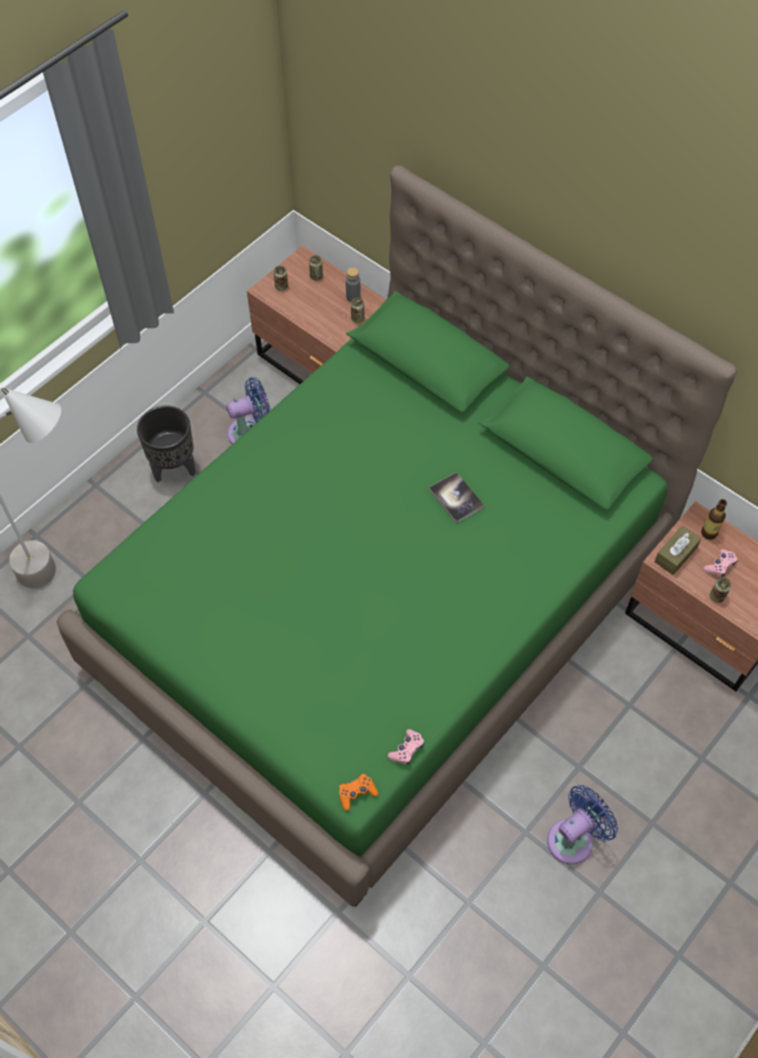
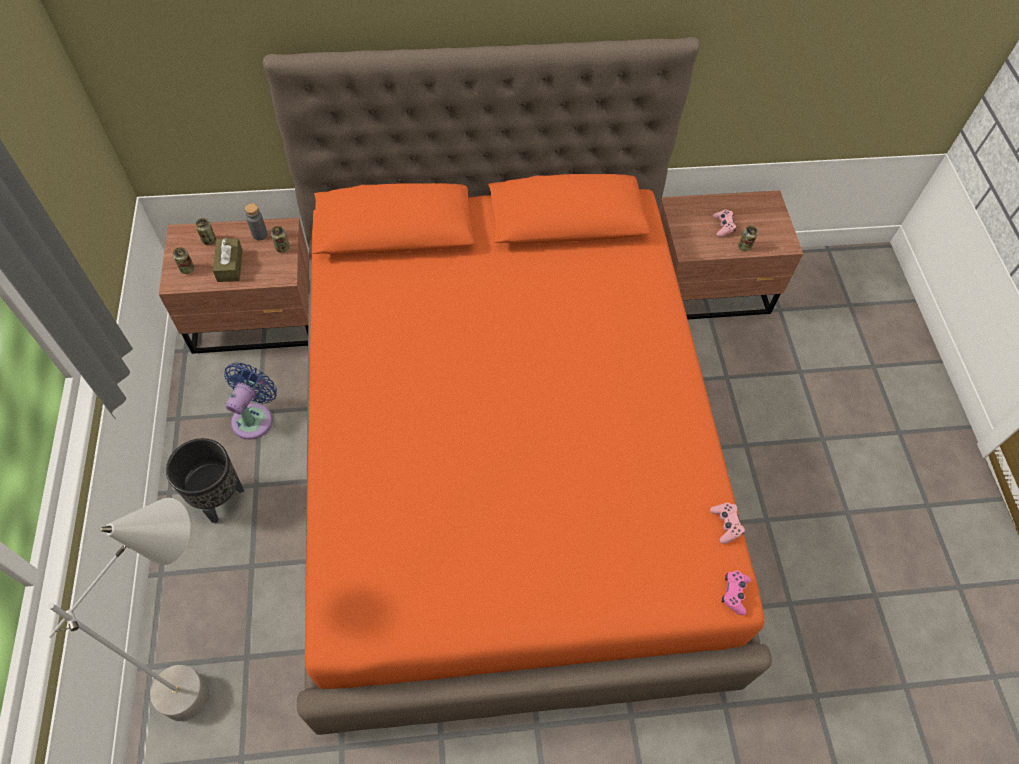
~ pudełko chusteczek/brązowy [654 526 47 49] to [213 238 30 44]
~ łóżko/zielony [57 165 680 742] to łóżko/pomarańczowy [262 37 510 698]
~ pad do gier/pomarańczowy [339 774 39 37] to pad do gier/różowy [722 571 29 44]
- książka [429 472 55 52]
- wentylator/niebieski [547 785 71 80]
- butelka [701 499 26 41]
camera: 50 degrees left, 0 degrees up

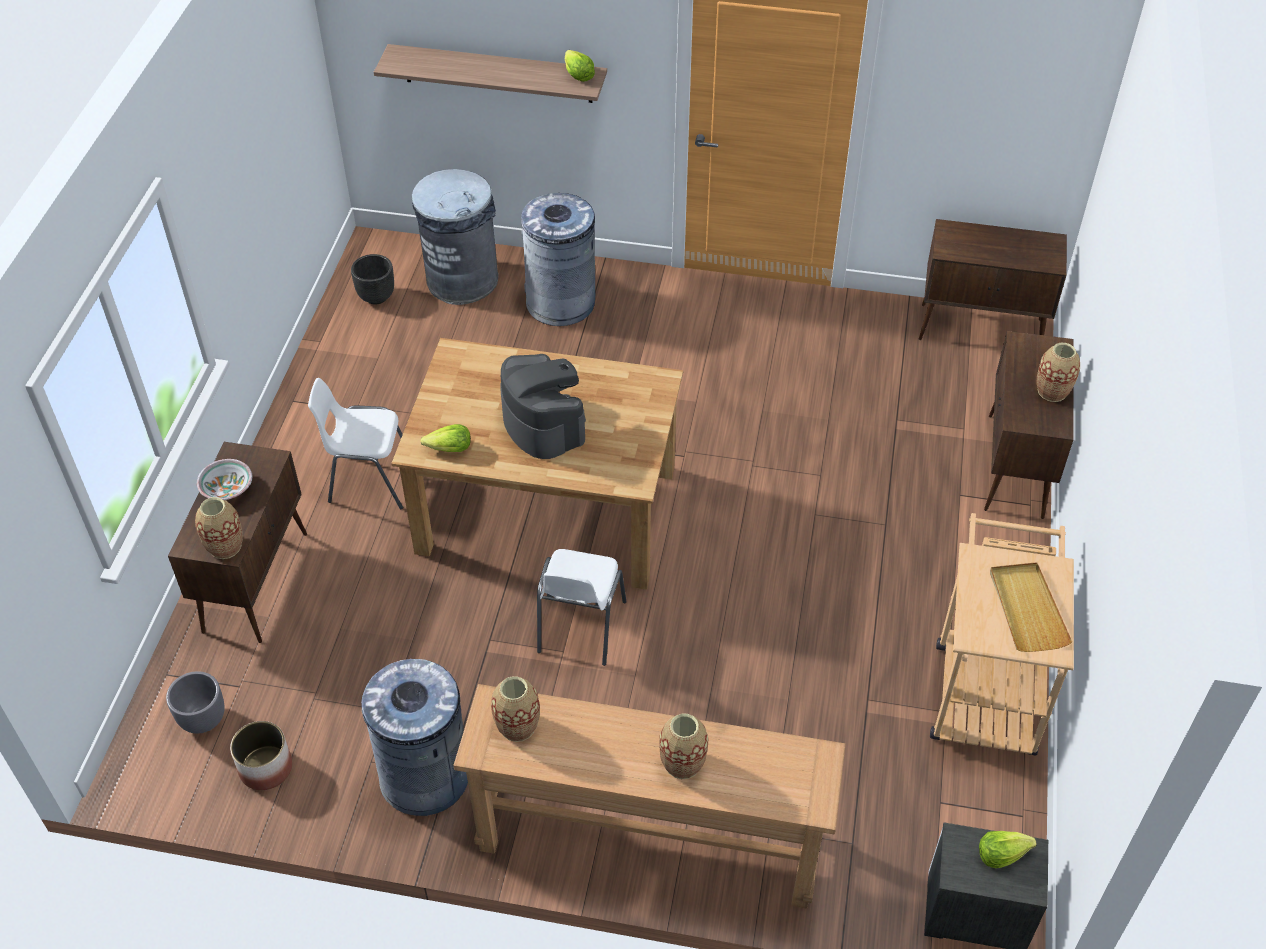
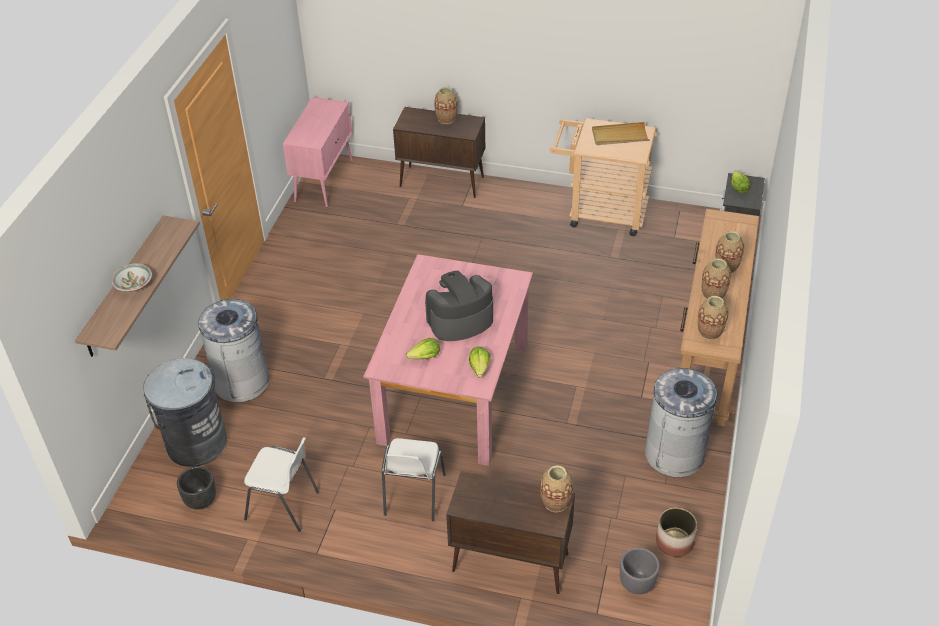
~ miska [197 459 55 41] to [111 263 41 29]
~ krzesło/biały [537 549 89 117] to [244 437 75 95]
~ szafka/brązowy [919 219 148 121] to szafka/różowy [283 97 70 110]
~ stół jadalny/brązowy [391 338 292 252] to stół jadalny/różowy [363 254 170 212]
~ sałata [565 50 30 32] to [406 338 34 22]
+ wazon [702 258 29 41]
camera: 85 degrees left, 5 degrees down

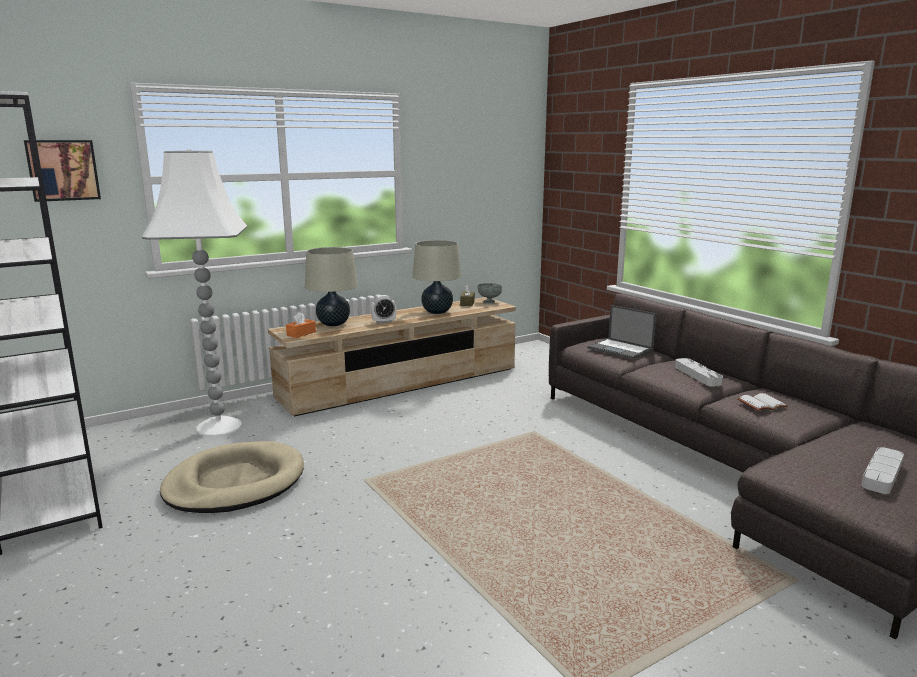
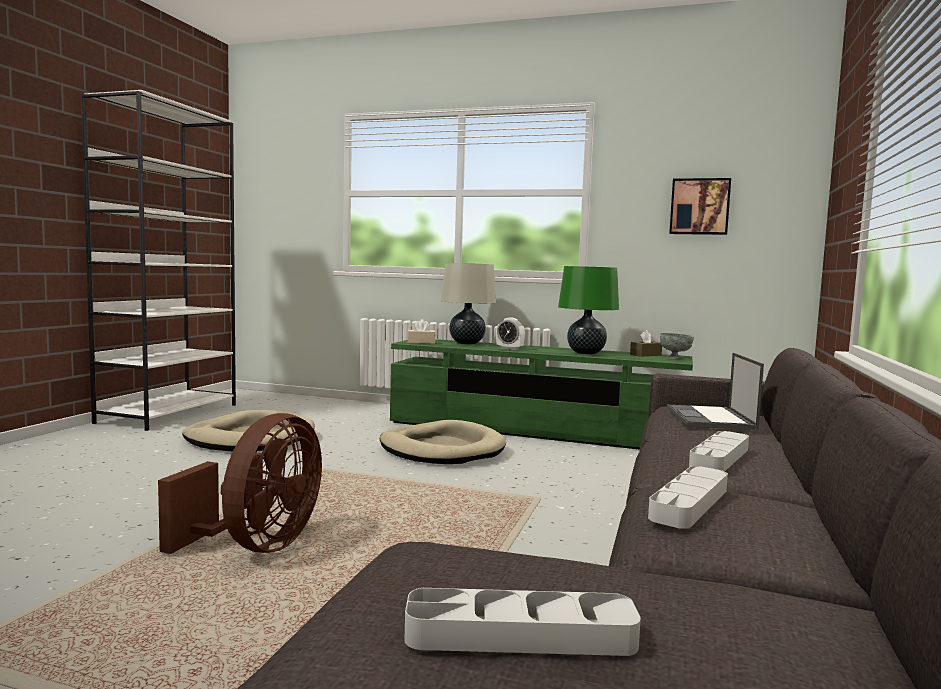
+ wentylator/brązowy [158 413 164 141]
+ legowisko/beżowy [380 420 126 44]
~ szafka pod telewizor/beżowy [268 297 248 119] to szafka pod telewizor/zielony [390 339 303 111]
~ pudełko chusteczek/pomarańczowy [286 312 30 26] to pudełko chusteczek/beżowy [408 319 28 25]
~ lampa stołowa/beżowy [413 240 48 74] to lampa stołowa/zielony [558 266 61 88]
~ książka/biały [737 393 51 18] to taca/szary [648 466 80 63]
~ obraz [24 140 77 62] to [669 178 62 57]
- lampa stojąca/biały [142 149 105 288]
camera: 50 degrees right, 10 degrees down

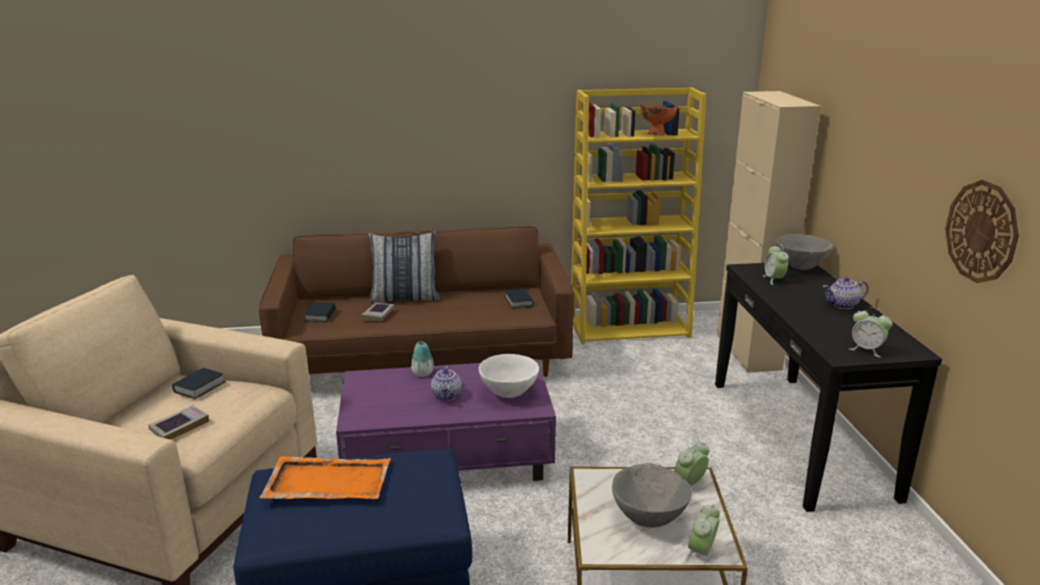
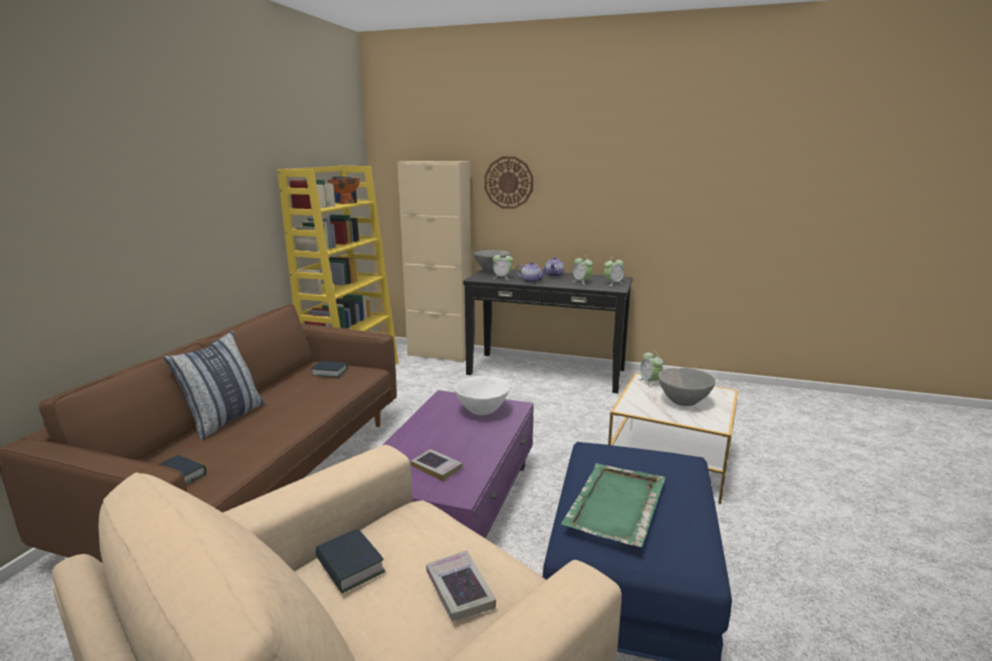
~ książka [362 303 33 18] to [411 449 52 32]
~ zegar ścienny [945 180 74 103] to [484 156 49 53]
~ imbryk [431 365 31 36] to [516 262 32 21]
~ taca/pomarańczowy [259 456 132 43] to taca/zielony [561 463 104 84]
~ budzik [686 504 34 57] to [573 255 20 29]
- wazon [411 342 23 35]
camera: 65 degrees left, 5 degrees down

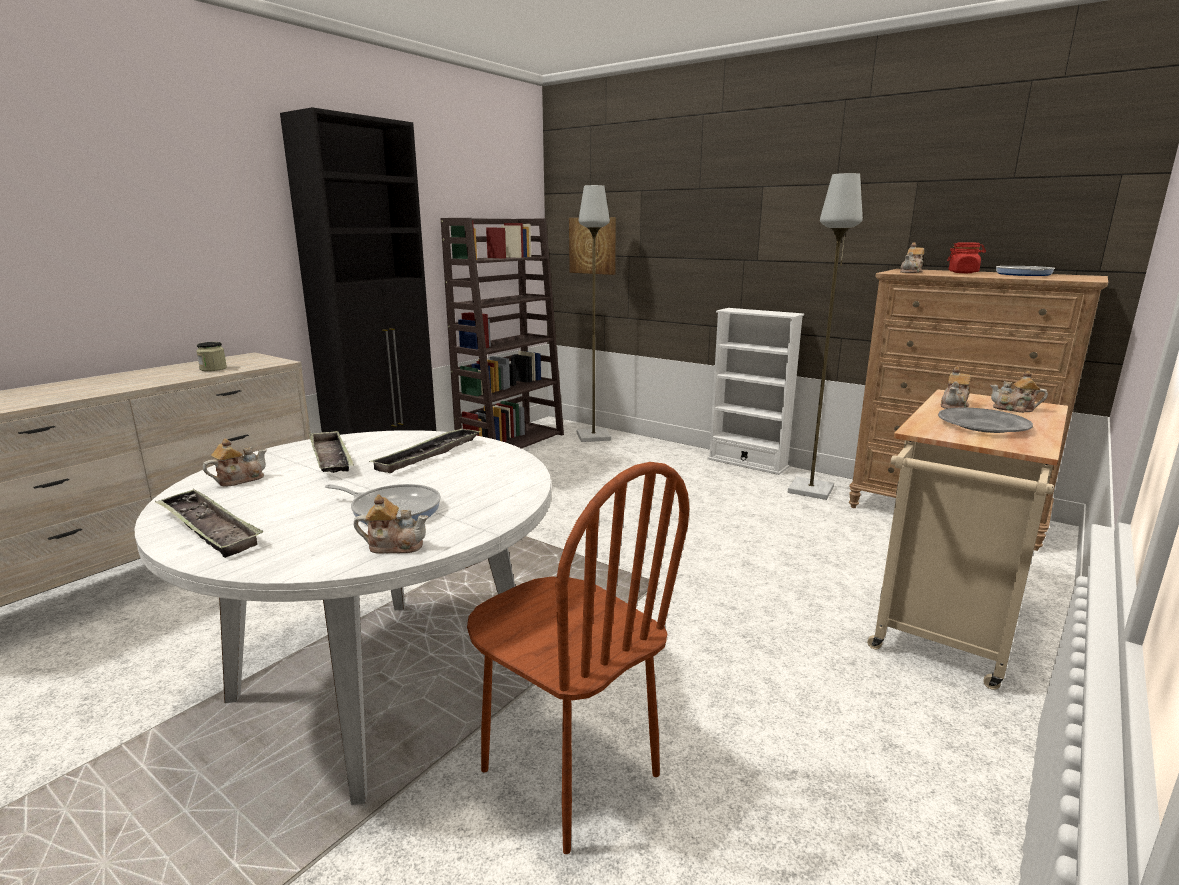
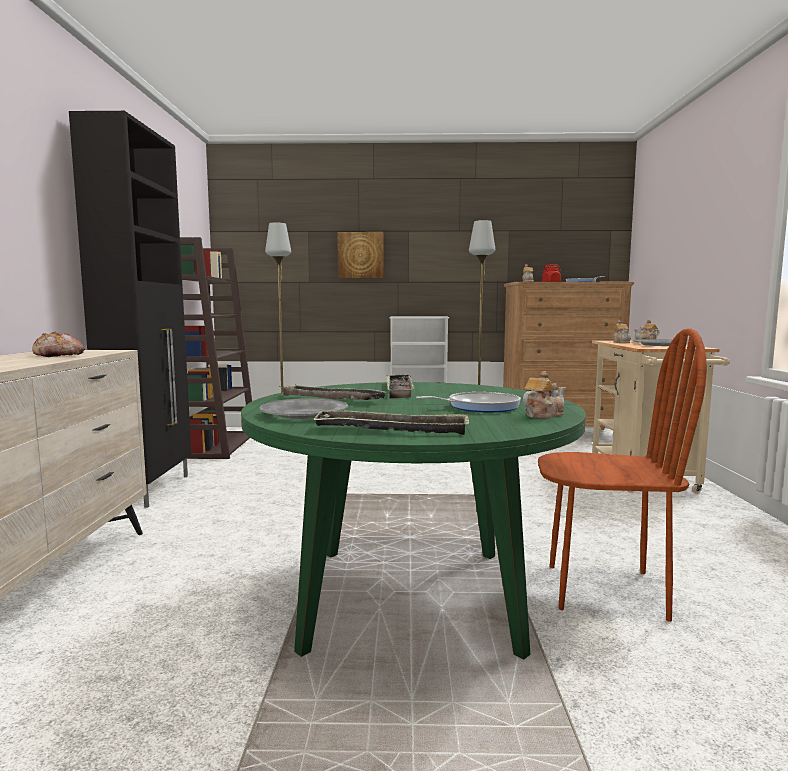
~ słoik [196 342 31 29] to chleb [32 332 53 25]
~ stół jadalny/biały [134 430 417 375] to stół jadalny/zielony [241 382 345 278]
~ imbryk [203 439 64 48] to talerz/szary [260 398 88 21]
~ obraz [569 217 47 58] to [337 232 47 47]
camera: 35 degrees left, 10 degrees down

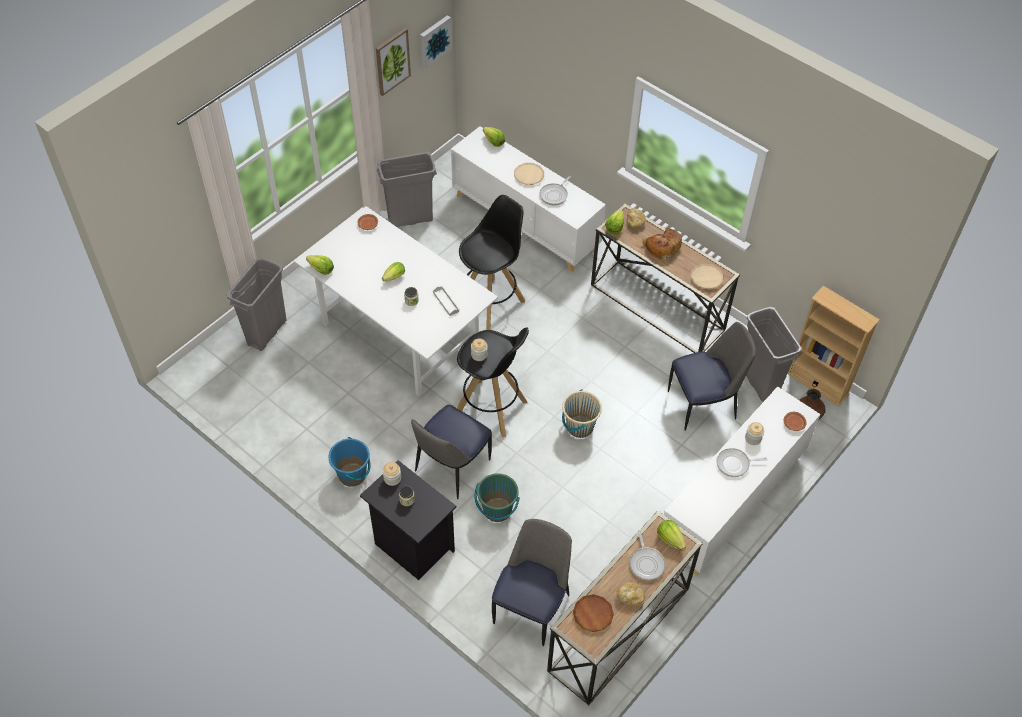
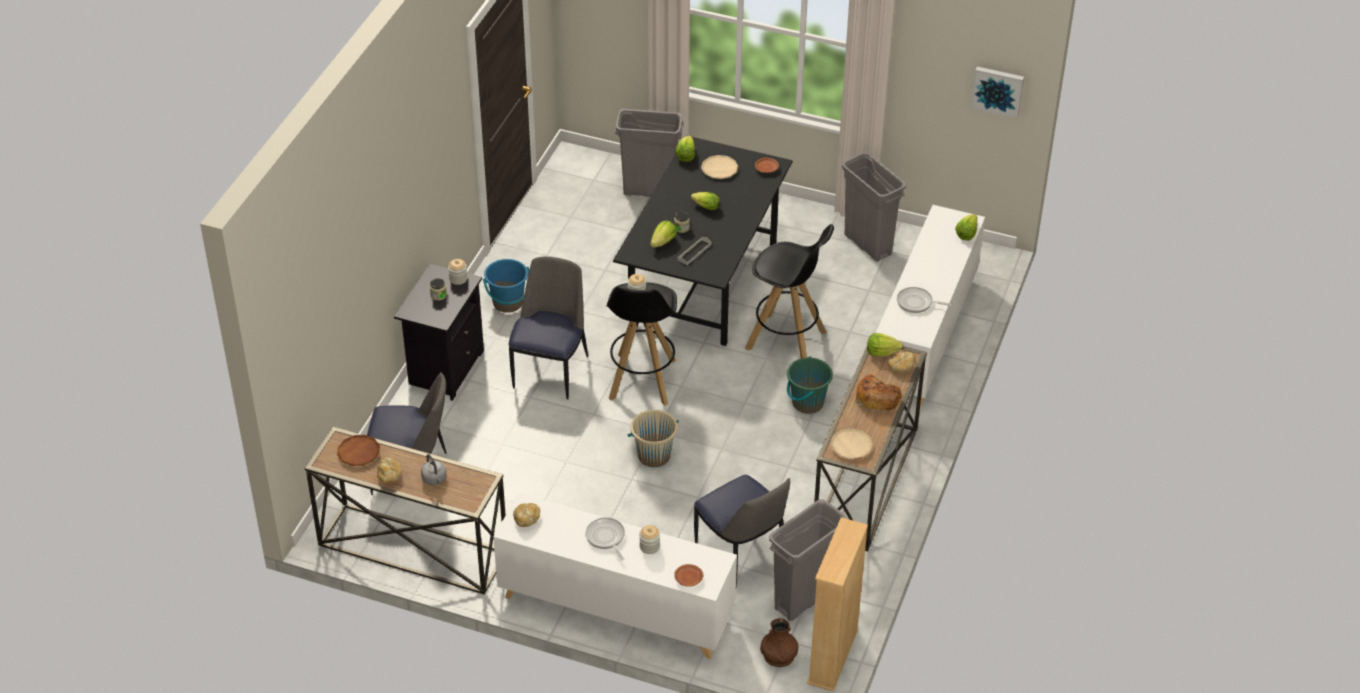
~ patelnia [630 530 35 51] to czajnik/szary [421 454 25 31]
~ krzesło [411 405 81 94] = [509 257 79 142] 90 degrees clockwise
+ chleb [513 503 27 24]
~ stół jadalny/biały [295 206 203 190] to stół jadalny/czarny [613 137 179 209]
~ sałata [657 520 29 31] to [650 221 27 27]
~ talerz/beżowy [514 163 30 22] to [701 155 37 24]
~ wiadro/zielony [474 473 46 49] to [787 356 46 58]
- obraz [376 28 35 68]
camera: 70 degrees right, 10 degrees down

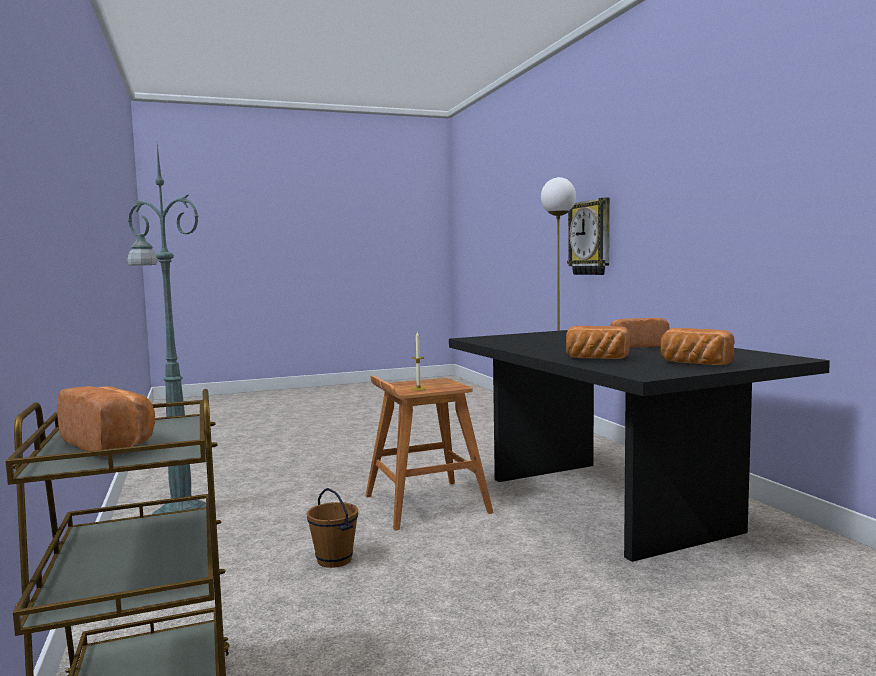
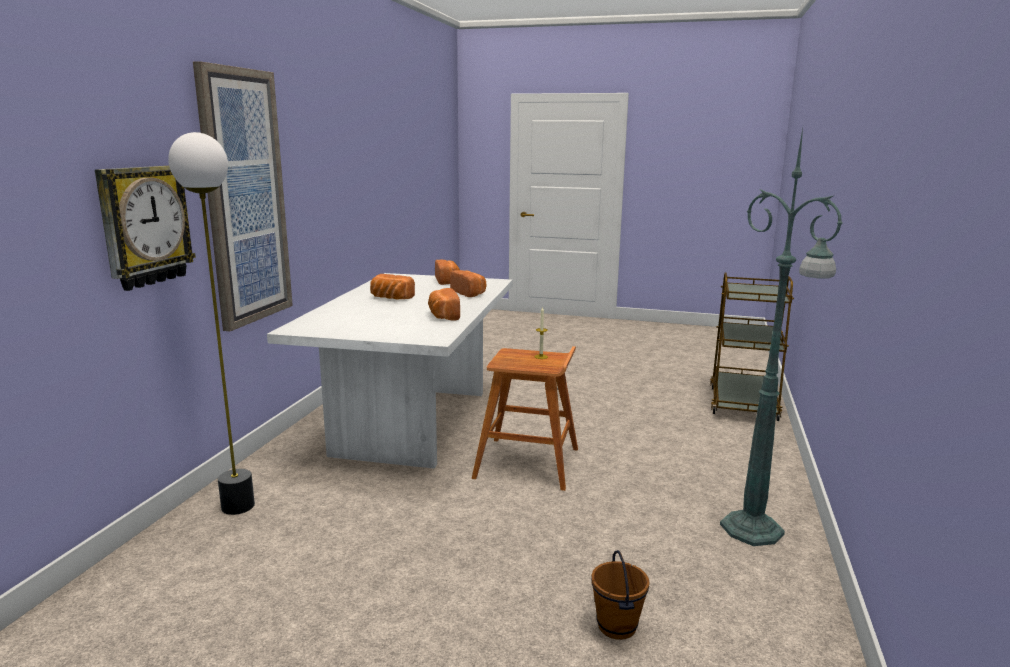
+ obraz [193 61 100 270]
~ stół jadalny/czarny [449 330 381 232] to stół jadalny/biały [267 273 246 196]
~ chleb [57 386 99 71] to [428 288 32 33]
~ wiadro/brązowy [306 488 52 80] to [591 550 59 90]
camera: 145 degrees left, 10 degrees up

